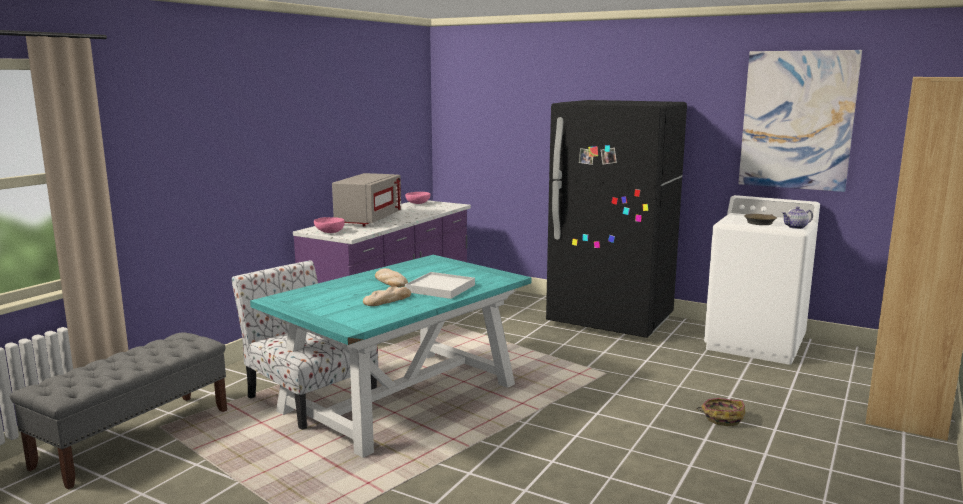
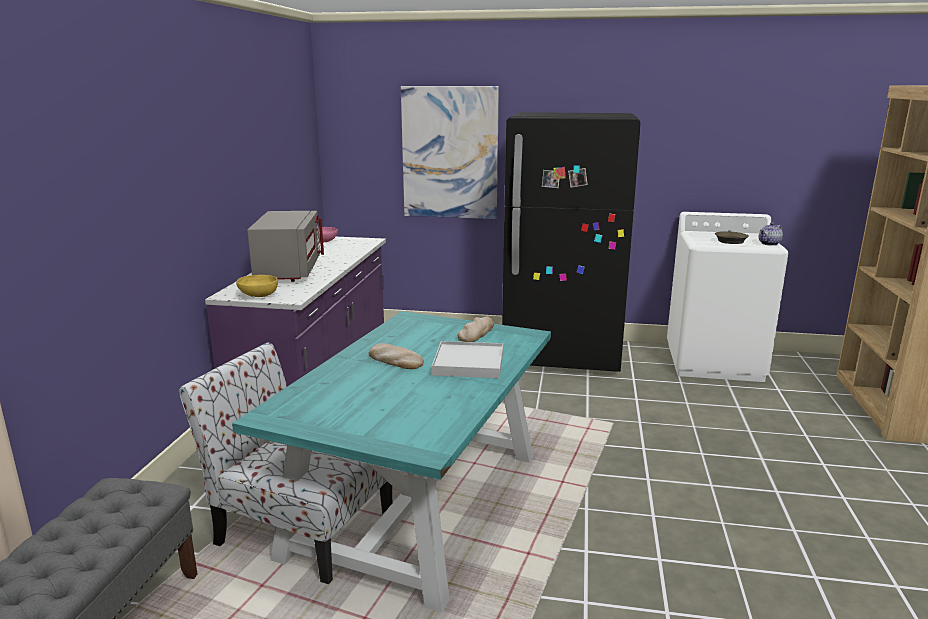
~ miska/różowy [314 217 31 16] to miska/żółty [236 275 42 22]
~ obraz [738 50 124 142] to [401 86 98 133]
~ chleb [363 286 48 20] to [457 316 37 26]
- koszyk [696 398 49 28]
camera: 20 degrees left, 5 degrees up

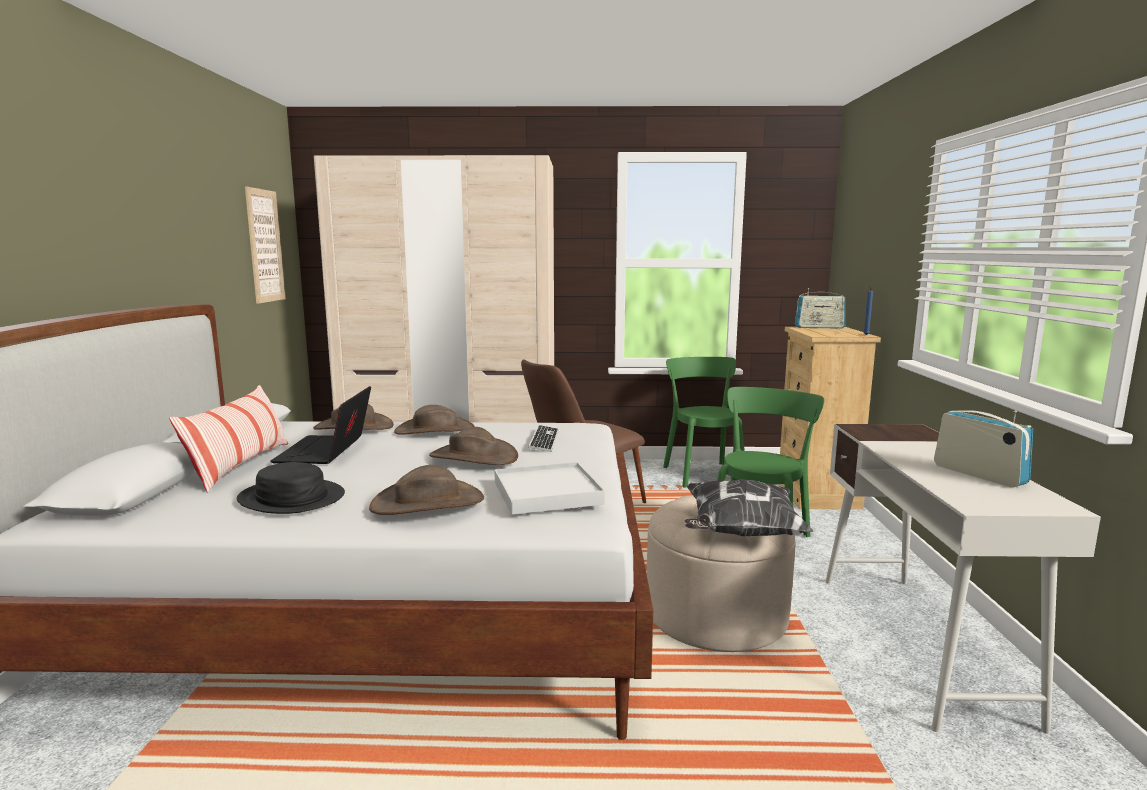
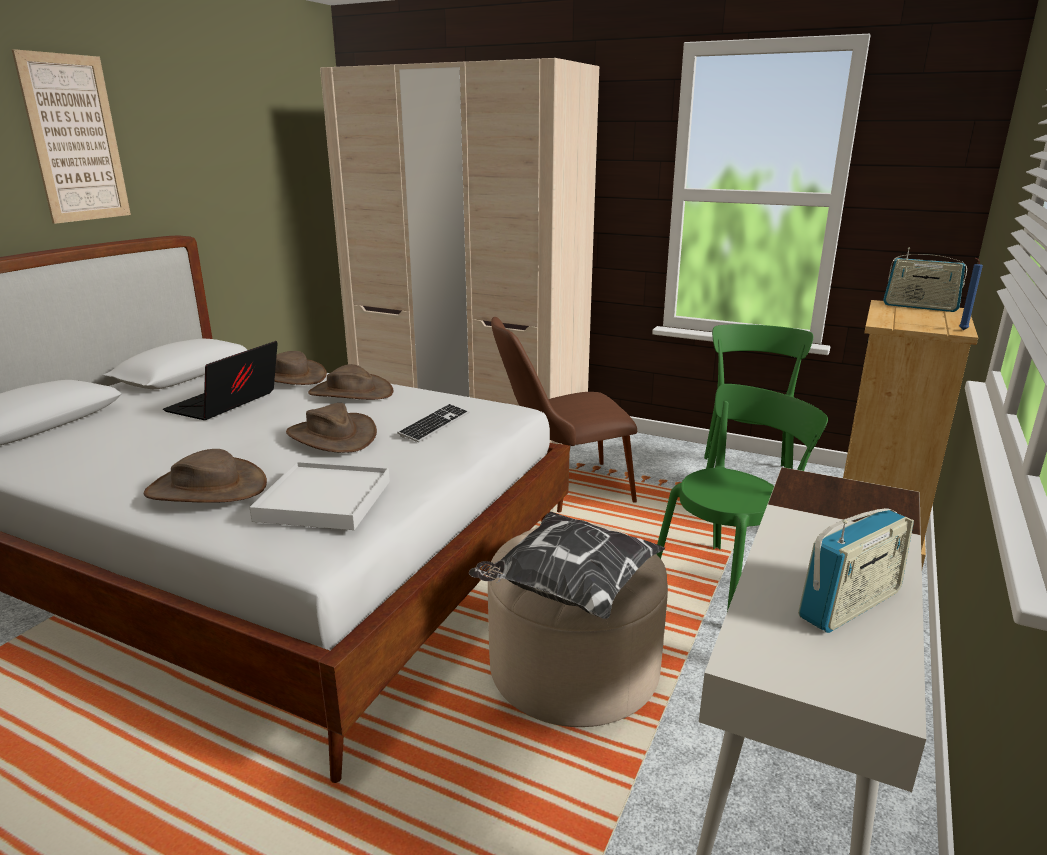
~ obraz [245 187 40 117] to [12 49 119 175]
~ radio [934 410 99 77] = [798 508 116 125] 60 degrees clockwise
- poduszka [169 385 119 108]
- kapelusz/czarny [237 462 108 52]
camera: 25 degrees right, 10 degrees up

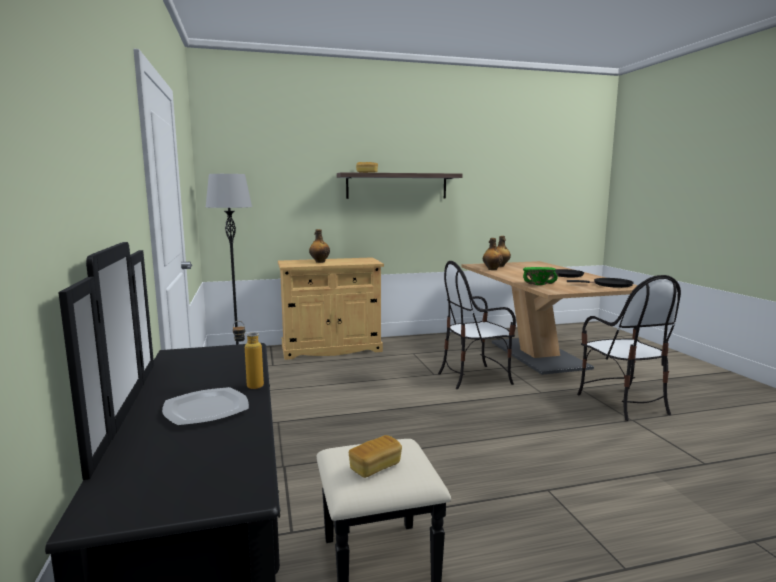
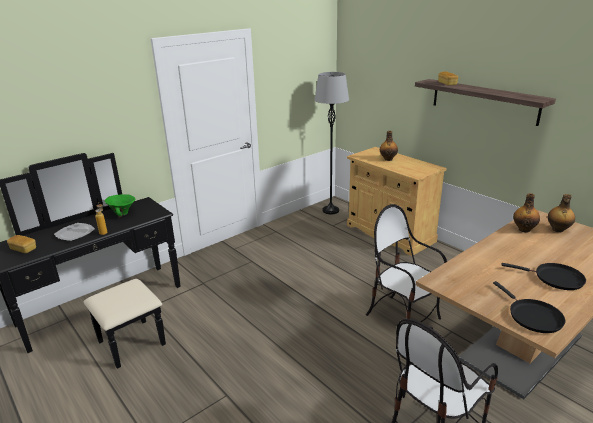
~ chleb [349 435 53 43] to [7 235 29 18]
~ miska/zielony [523 267 35 18] to [105 194 30 23]
camera: 65 degrees right, 15 degrees up

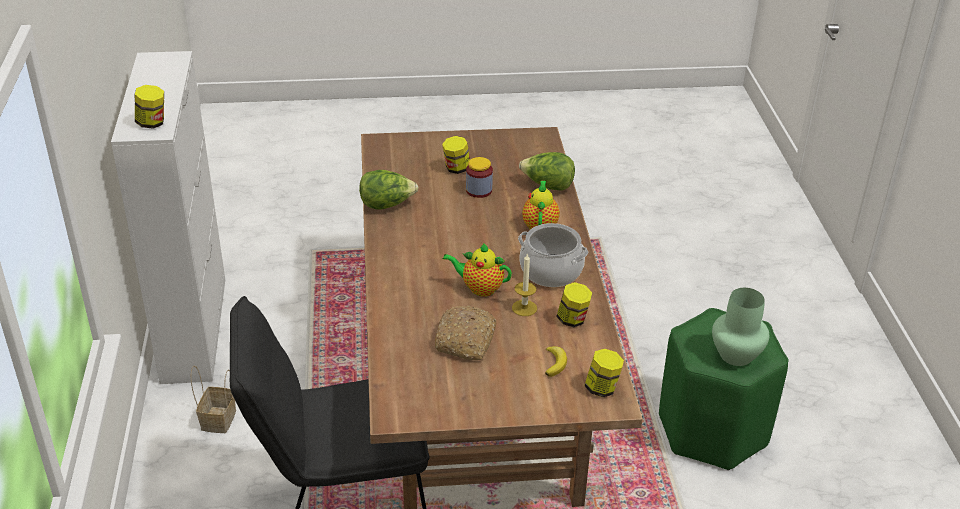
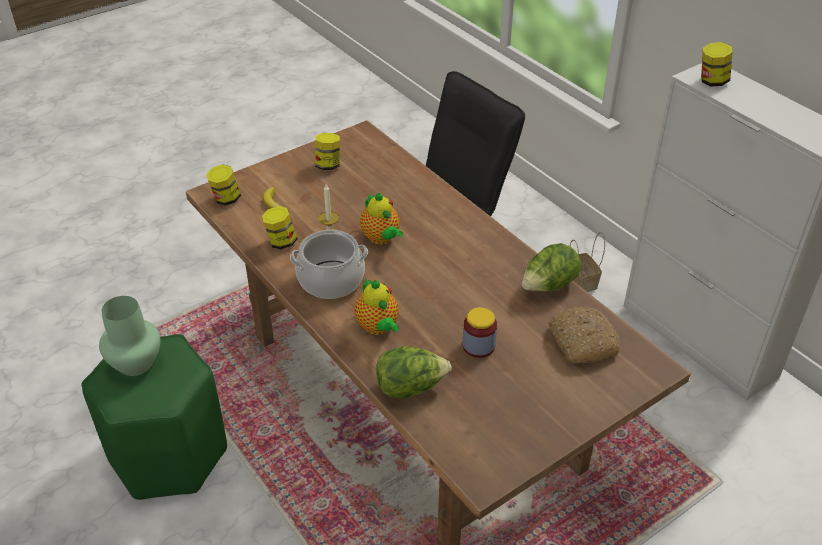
~ słoik [442 136 28 38] to [315 133 25 37]
~ imbryk [443 243 69 54] = [360 193 43 52] 75 degrees clockwise
~ chleb [435 306 61 54] to [548 307 72 57]
camera: 150 degrees right, 5 degrees up

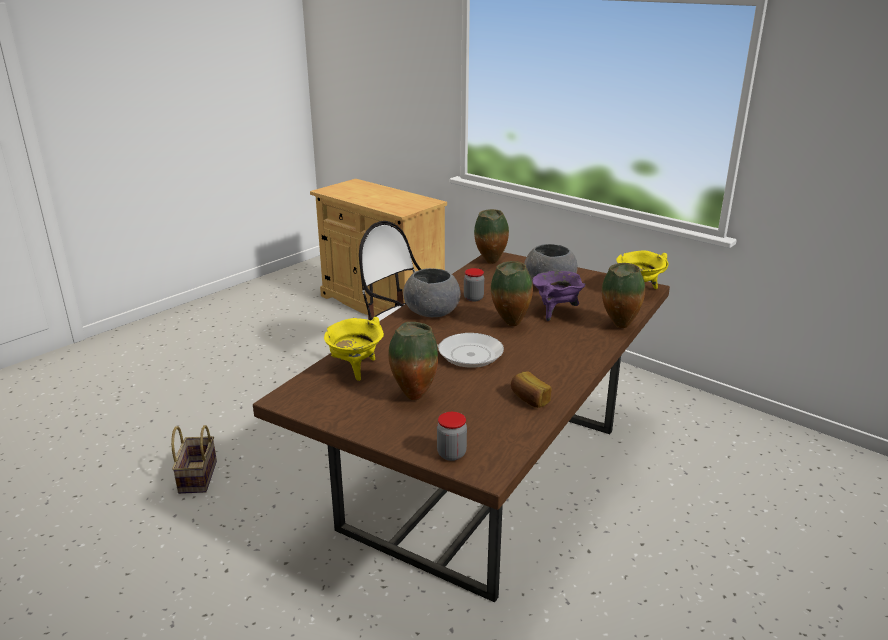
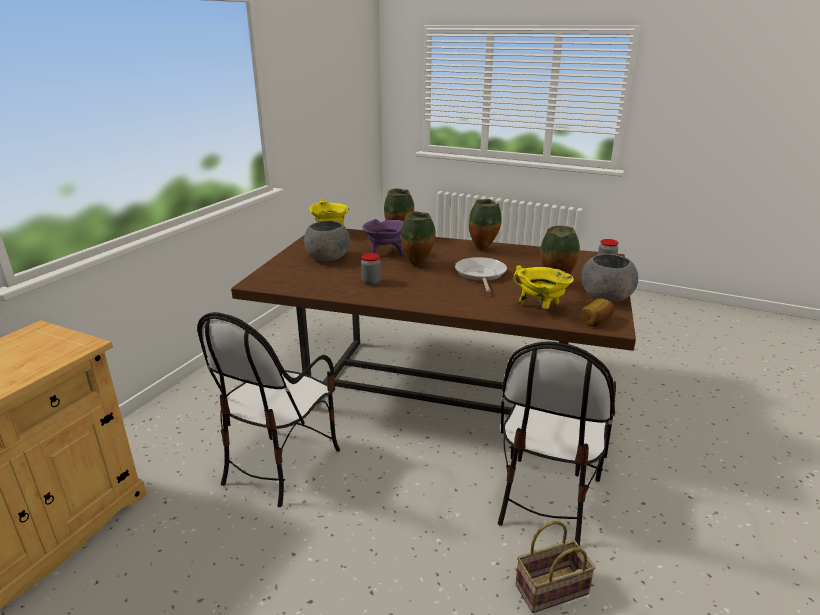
~ wazon [474 209 35 55] to [469 199 33 51]
+ krzesło [498 341 118 205]
~ miska/szary [403 268 58 49] to [581 254 57 48]
~ chleb [511 372 41 36] to [581 298 33 29]
camera: 105 degrees left, 0 degrees up

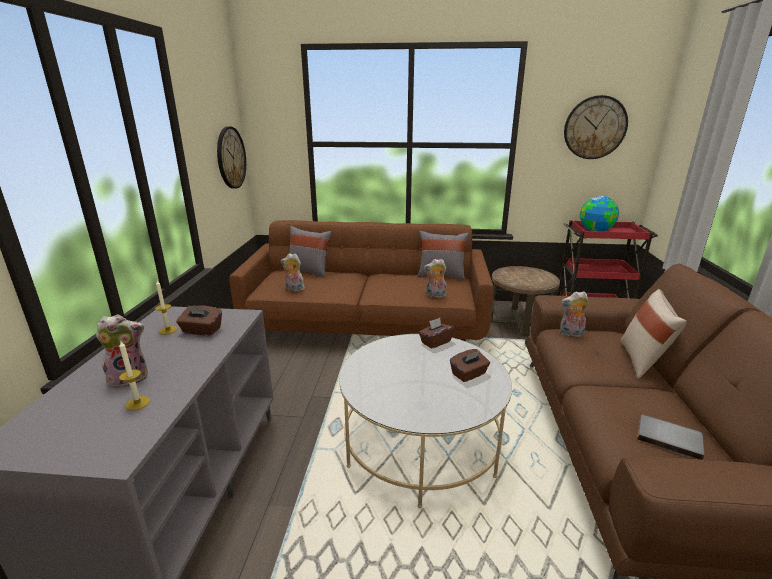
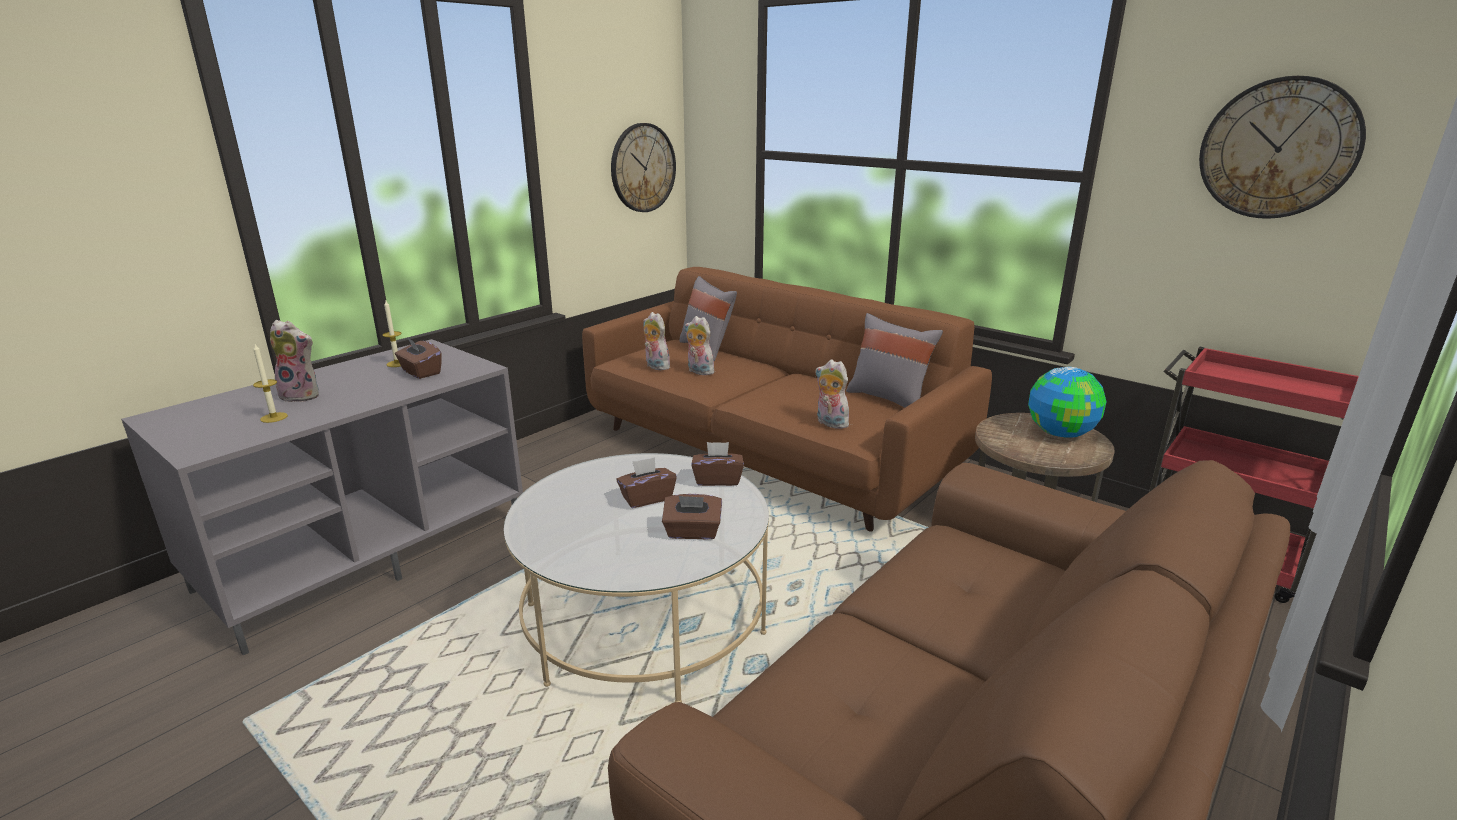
+ pudełko chusteczek/brązowy [616 457 61 51]
~ pluszak [560 291 29 46] to [685 316 29 59]
~ globus [580 196 39 35] to [1028 367 78 71]
- poduszka/beżowy [620 289 67 90]
- książka/szary [637 415 67 45]
camera: 35 degrees right, 0 degrees up

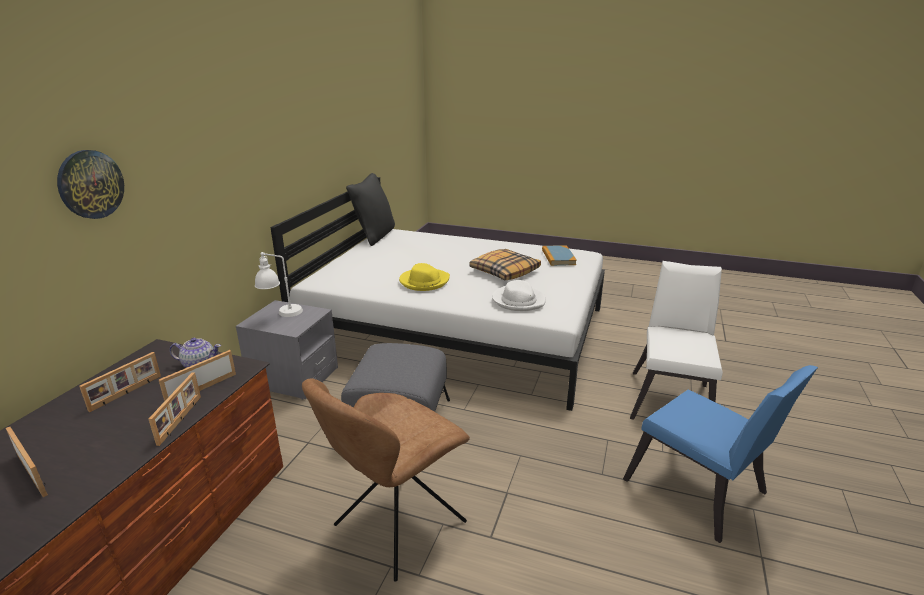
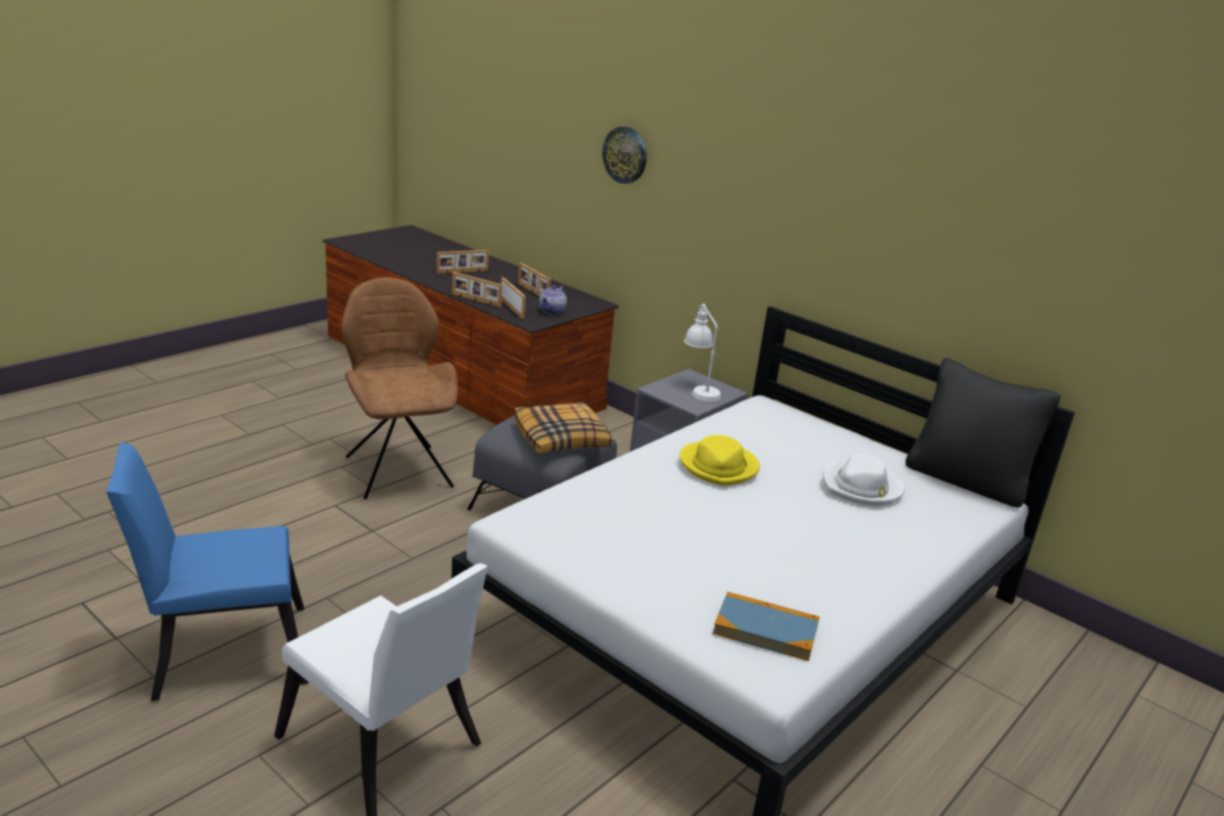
~ poduszka [469 249 72 32] to [515 402 97 51]
~ kapelusz/biały [492 280 54 31] to [823 454 82 51]
camera: 110 degrees right, 0 degrees up

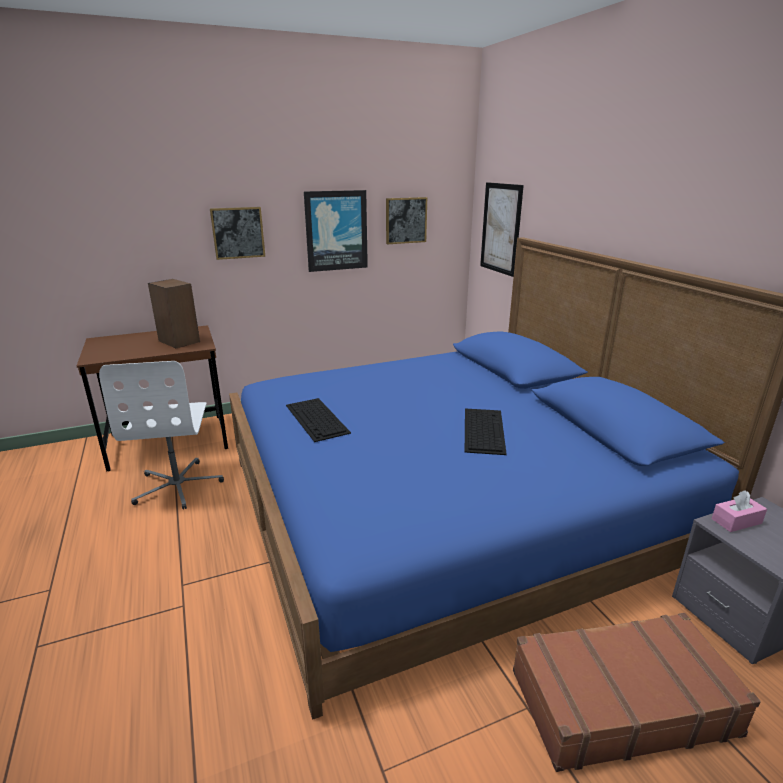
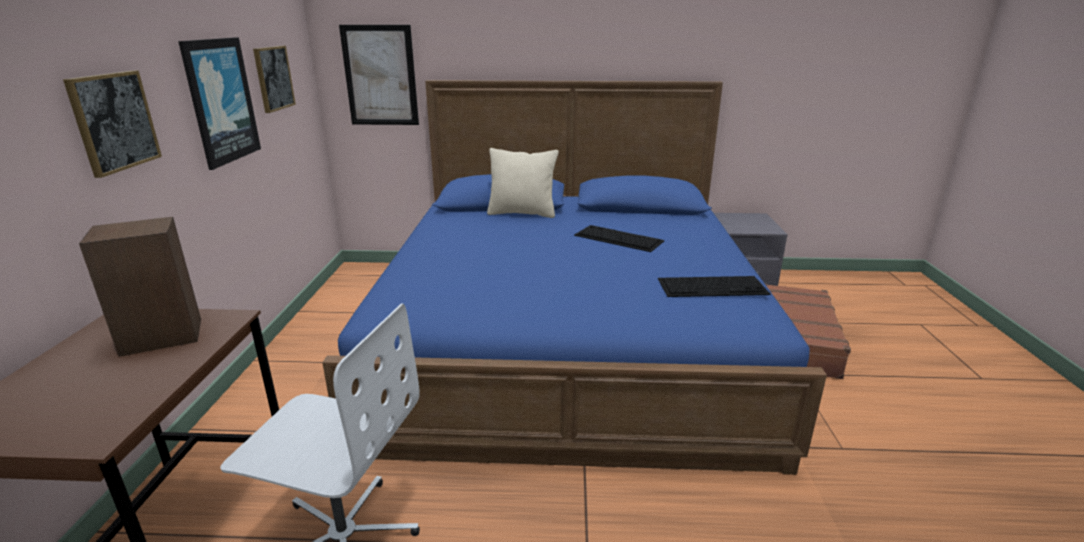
+ poduszka/beżowy [487 148 72 70]
~ klawiatura [286 398 65 44] to [658 276 113 21]
- pudełko chusteczek/różowy [712 490 55 42]
camera: 65 degrees left, 0 degrees up

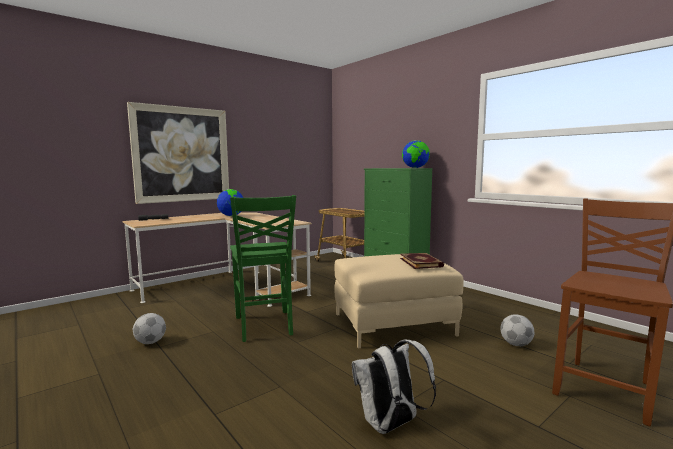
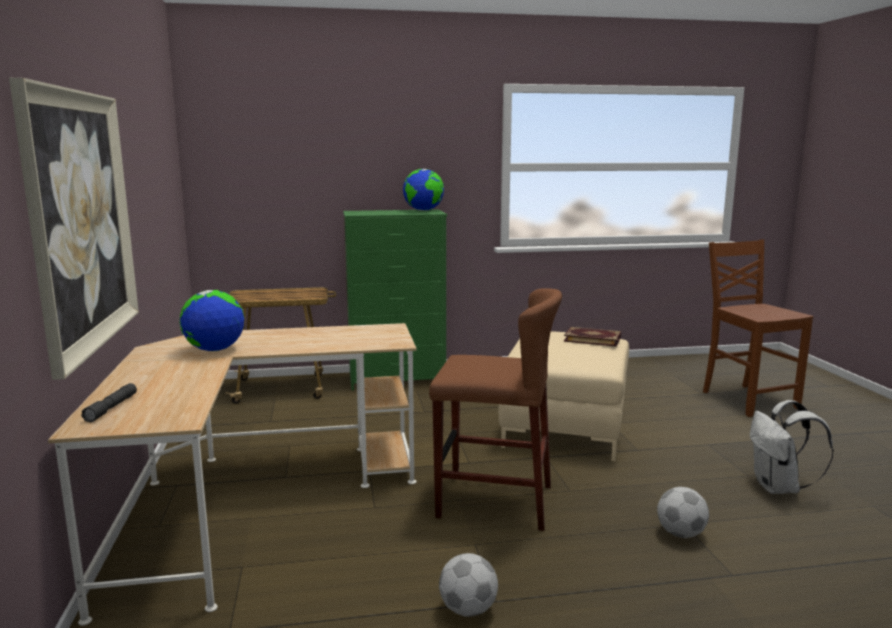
~ krzesło/zielony [230 195 66 147] to stołek/brązowy [429 288 133 243]
~ piłka futbolowa [500 314 34 32] to [657 487 52 51]
camera: 60 degrees left, 5 degrees up

